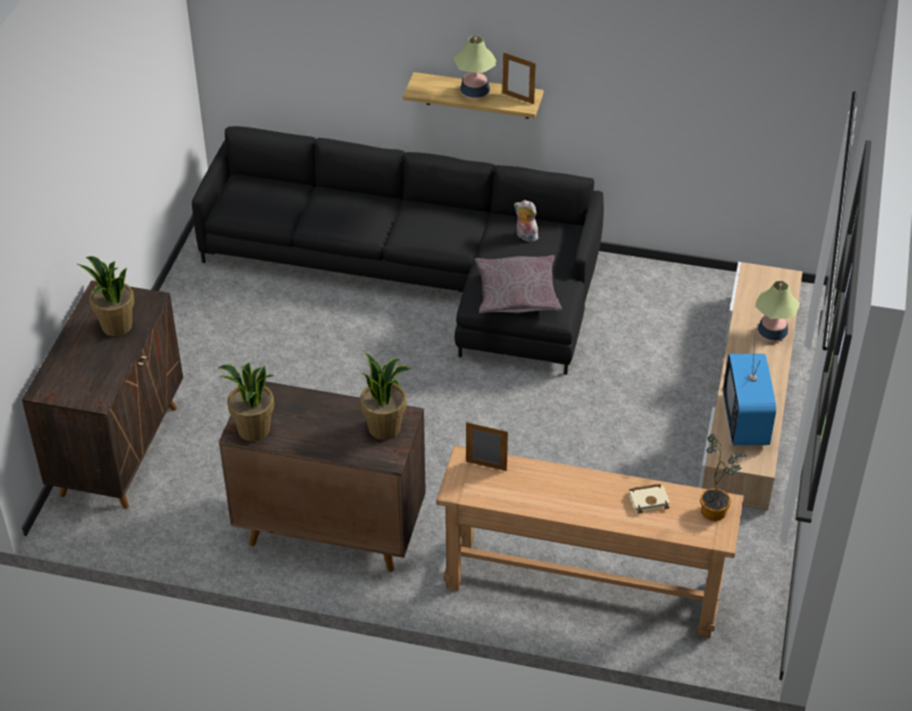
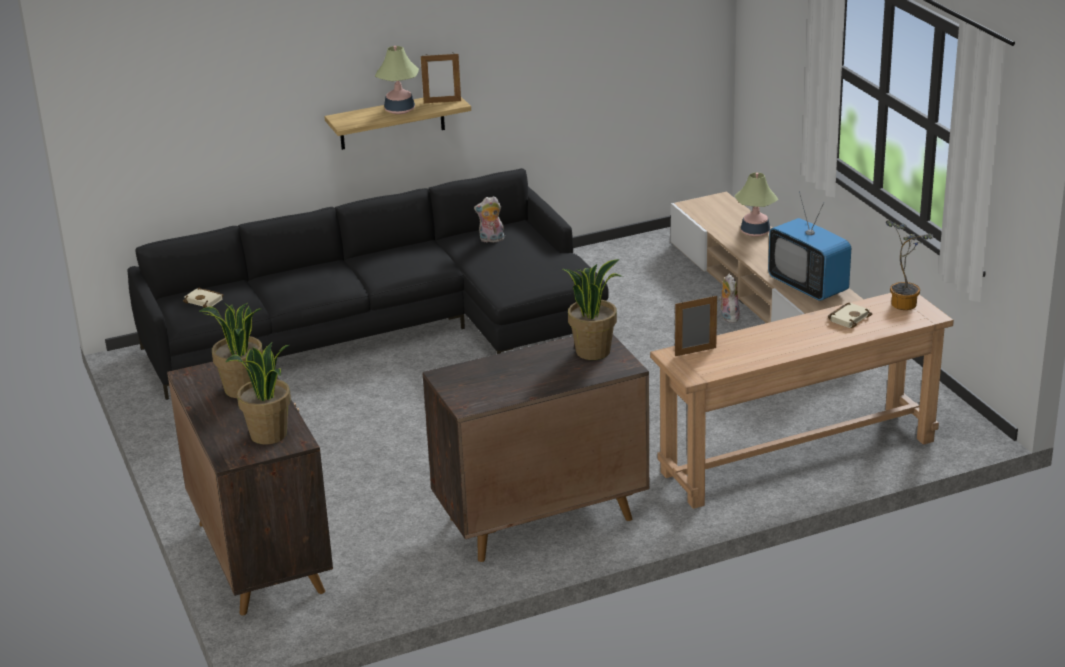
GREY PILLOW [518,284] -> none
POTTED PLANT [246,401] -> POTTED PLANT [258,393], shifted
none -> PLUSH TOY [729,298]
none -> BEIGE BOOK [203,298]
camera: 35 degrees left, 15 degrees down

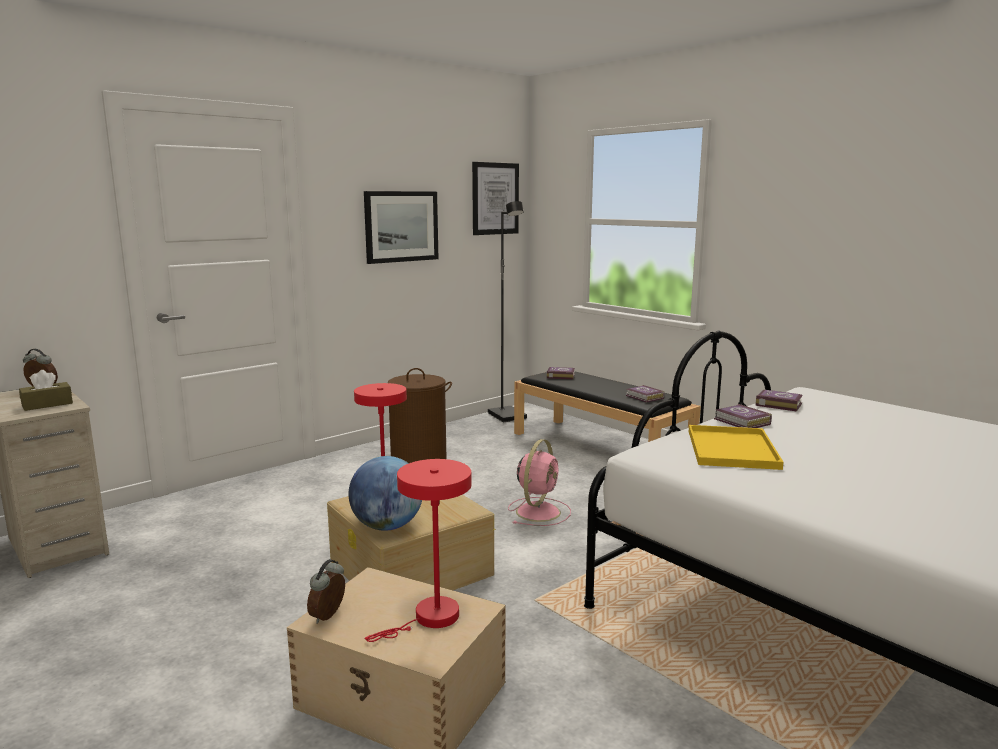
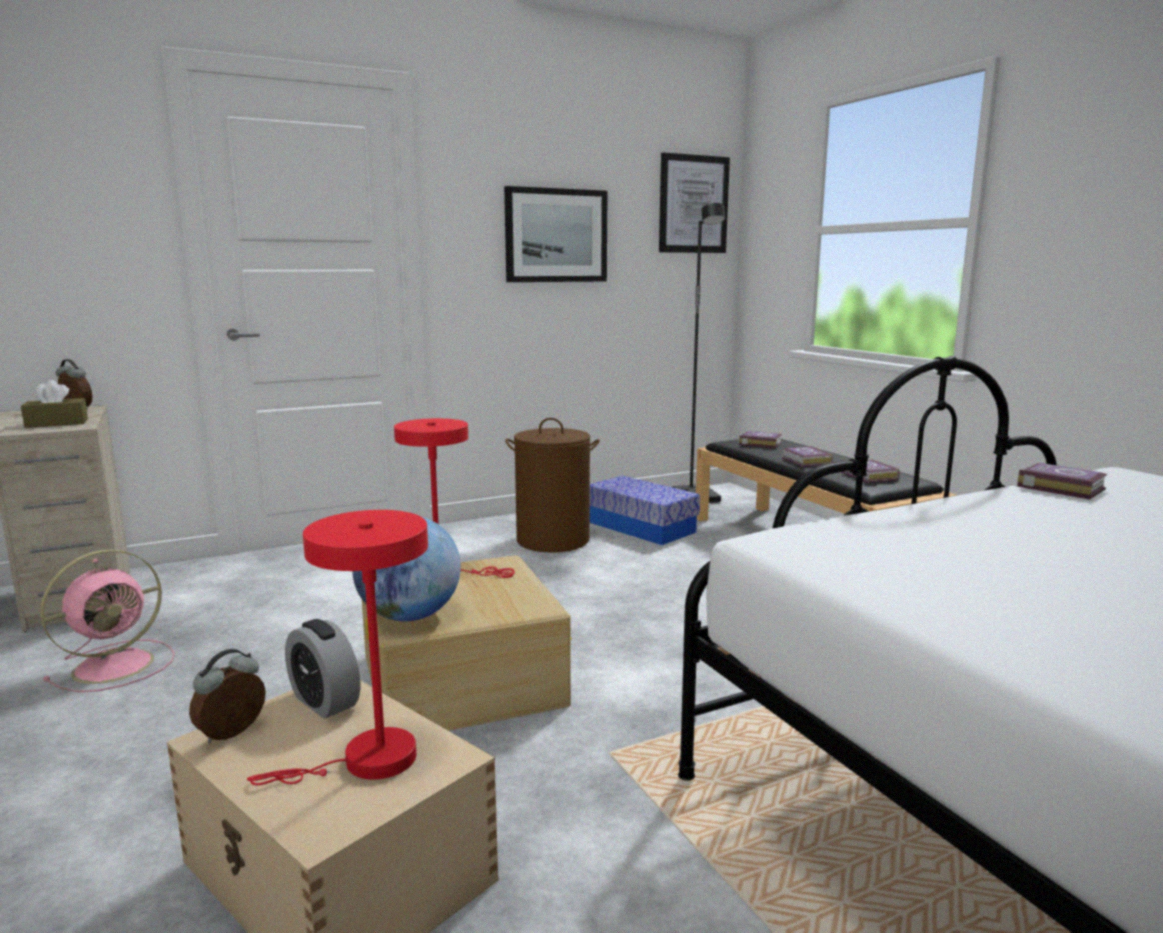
BOOK [743,416] -> BOOK [807,456], shifted
YELLOW TRAY [736,447] -> none
PINK FAN [539,482] -> PINK FAN [107,620], shifted
none -> STORAGE BOX [645,510]
none -> ALARM CLOCK [322,669]
camera: 15 degrees right, 0 degrees up

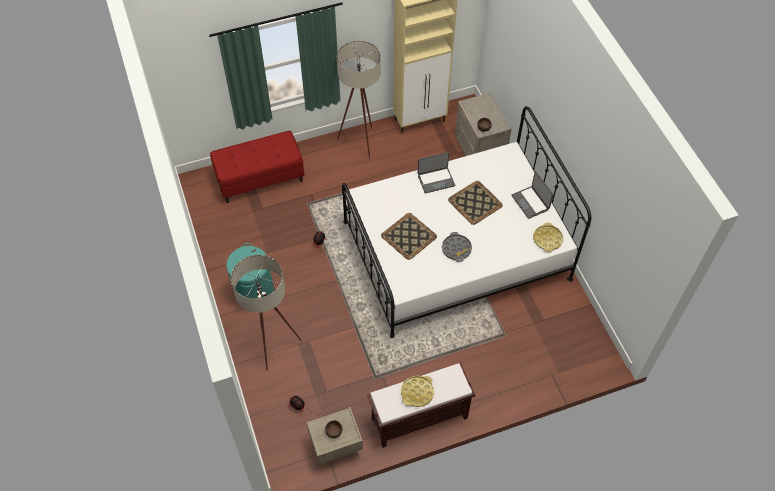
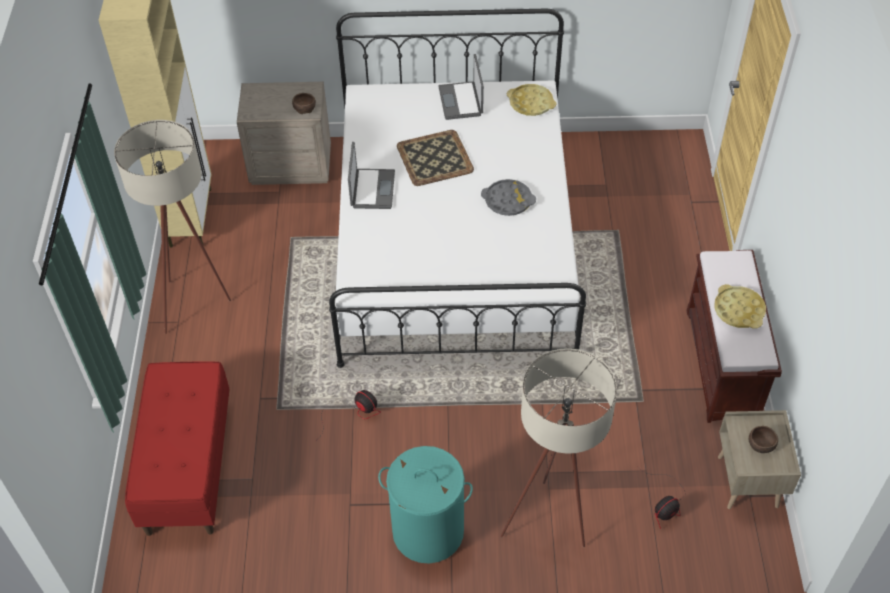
LAPTOP [532,195] -> LAPTOP [461,87], 90 degrees clockwise
TRAY [409,236] -> none
camera: 70 degrees left, 5 degrees down

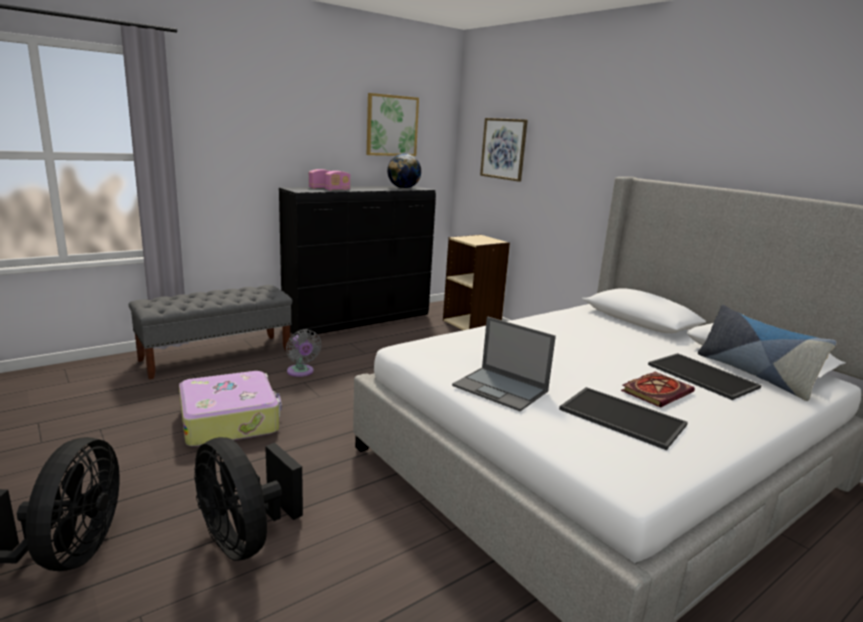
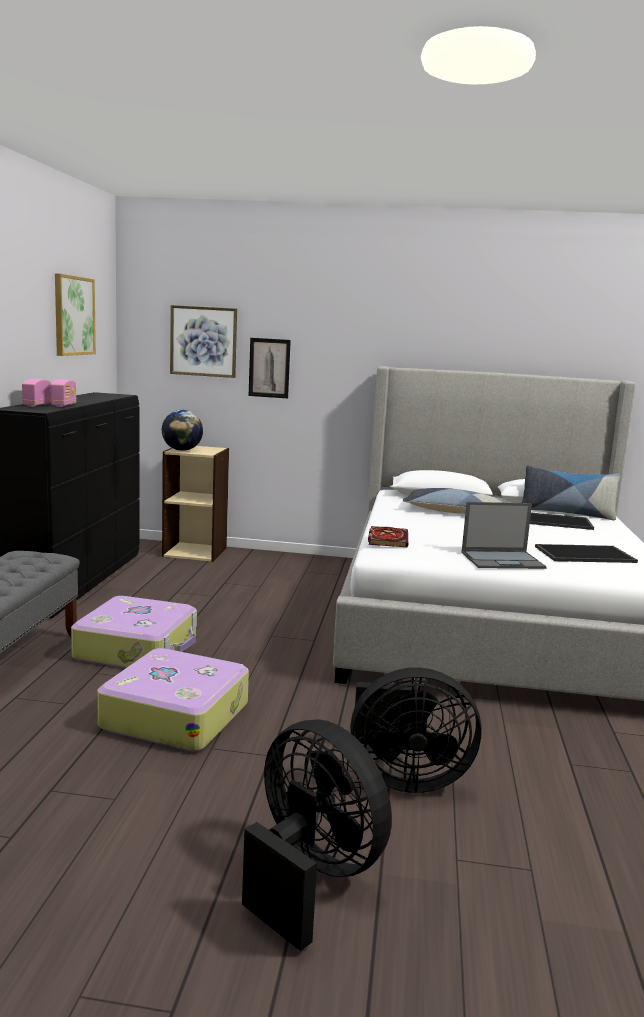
GLOBE [404,171] -> GLOBE [182,430], shifted
GREY FAN [304,353] -> SUITCASE [134,632]
BOOK [658,390] -> BOOK [388,536], shifted
none -> PICTURE [270,368]
none -> PILLOW [452,501]
camera: 45 degrees left, 5 degrees down

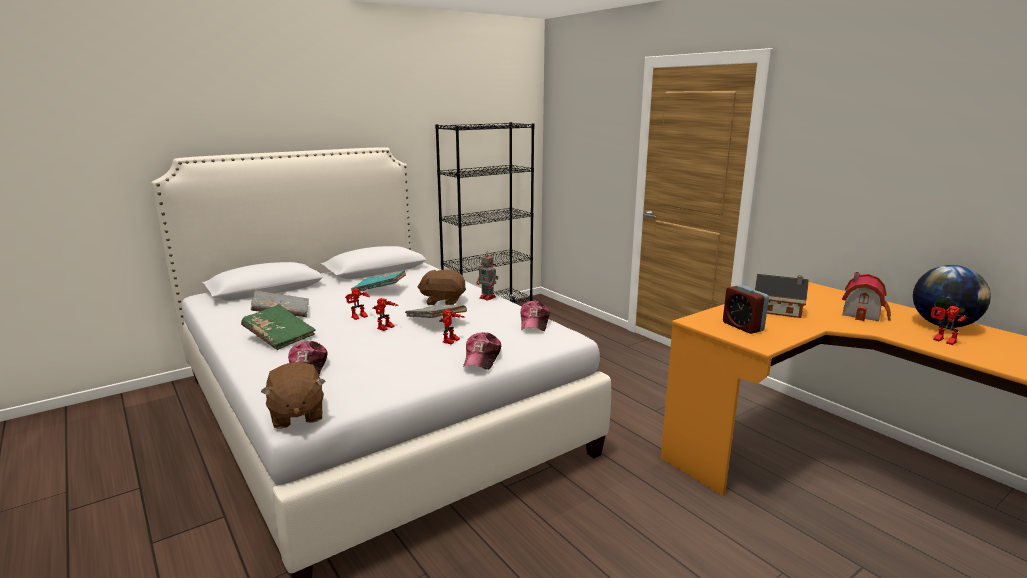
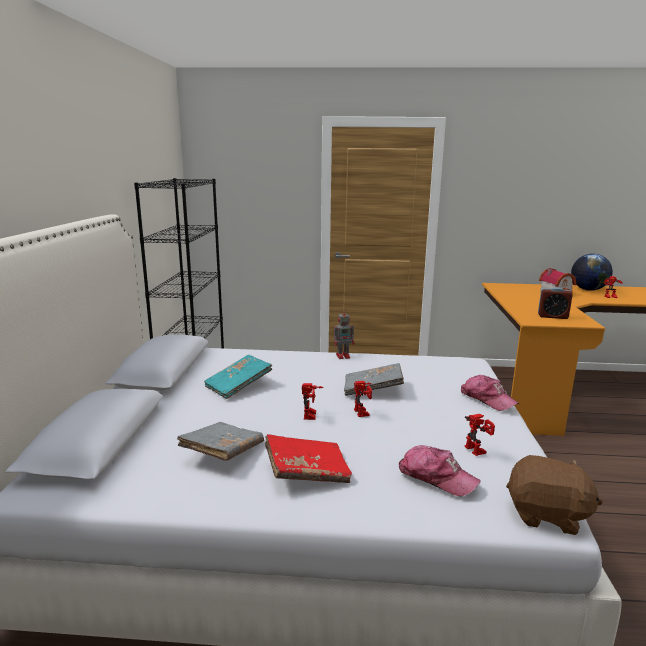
BROWN PLUSH TOY [441,287] -> none
TOY HOUSE [782,296] -> none
CAP [535,316] -> none
GREEN BOOK [278,327] -> RED BOOK [308,458]
TOY ROBOT [452,327] -> TOY ROBOT [480,435], shifted
camera: 50 degrees left, 0 degrees up

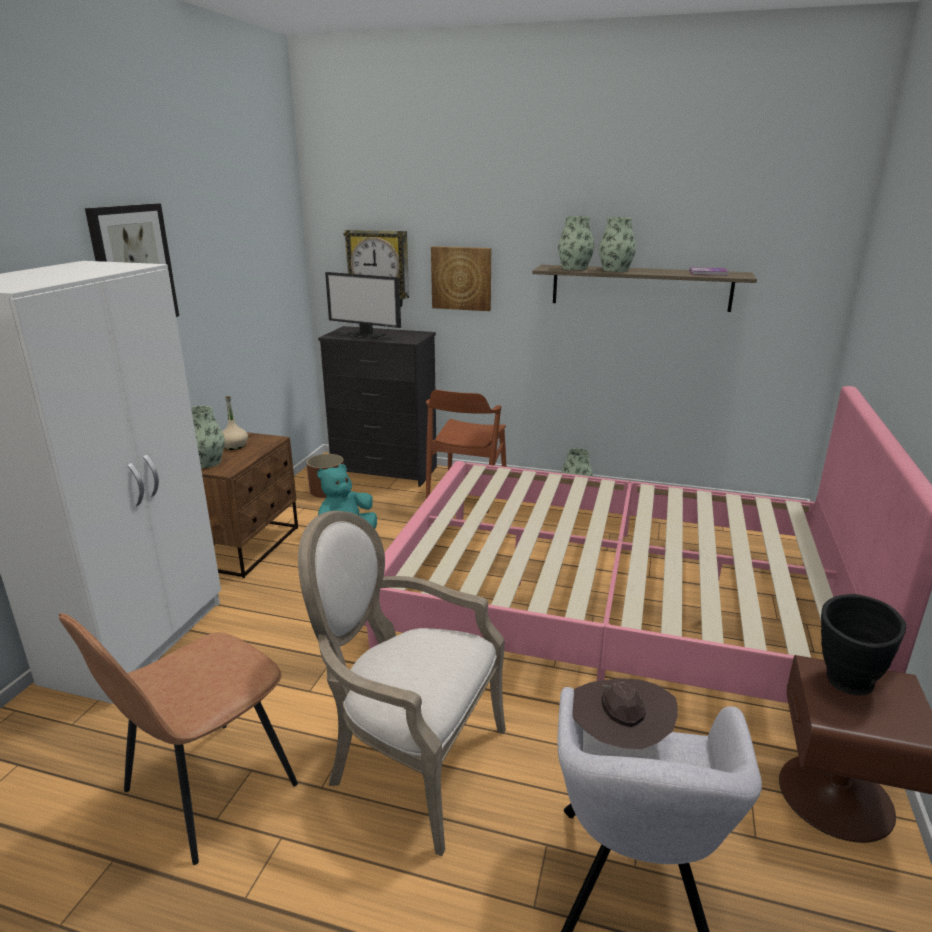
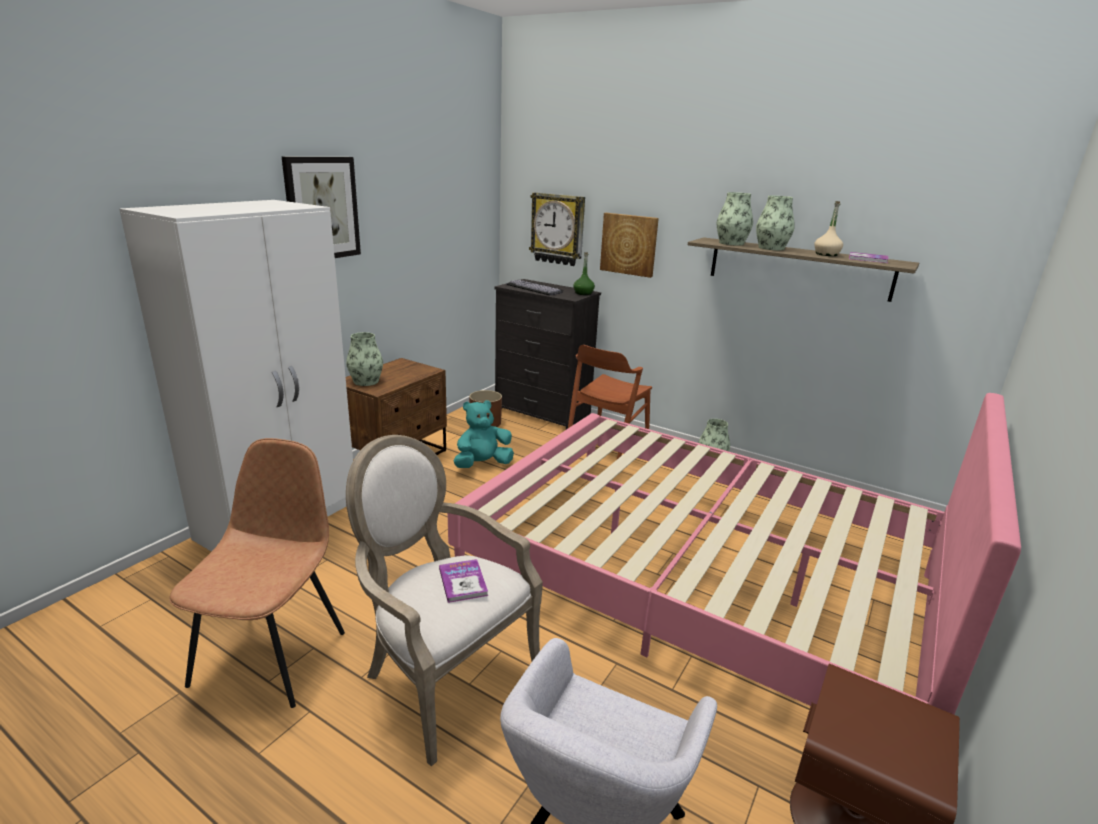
MONITOR [363,305] -> KEYBOARD [534,287]
BEIGE BOTTLE [235,423] -> BEIGE BOTTLE [828,228], shifted
BLACK VASE [863,645] -> none
BROWN CHAIR [178,739] -> BROWN CHAIR [257,573], 135 degrees clockwise
BROWN HAT [625,713] -> none
none -> GREEN BOTTLE [584,273]
none -> BOOK [463,581]
camera: 15 degrees right, 0 degrees up

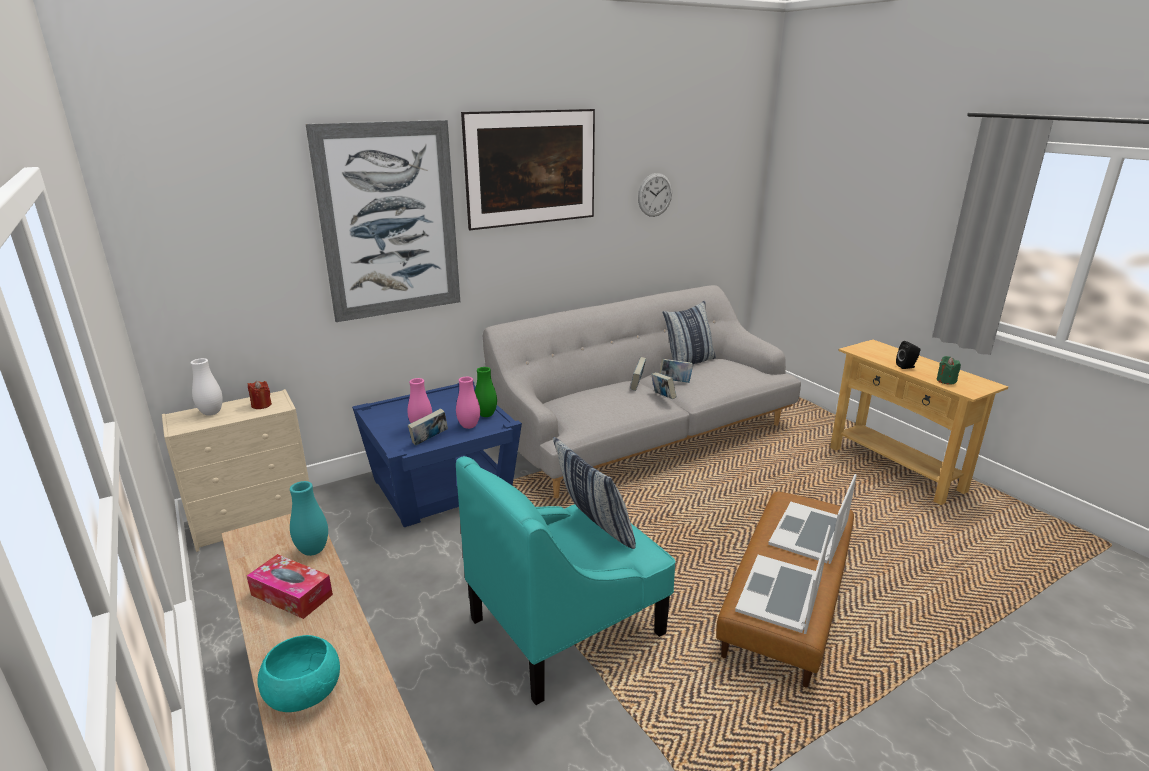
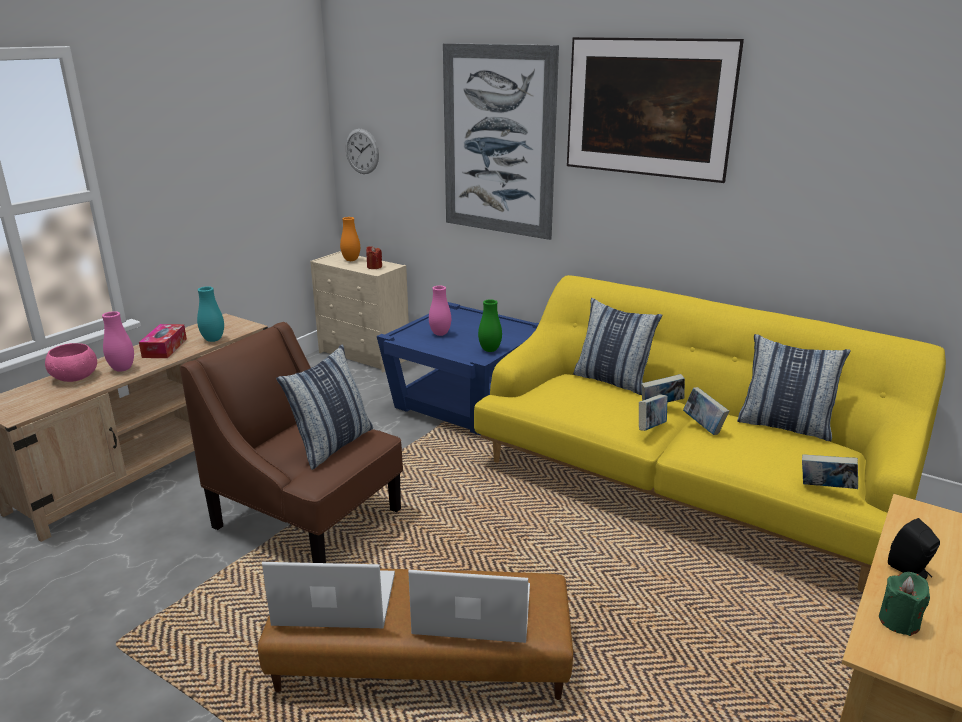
WALL CLOCK [655,195] -> WALL CLOCK [362,151], shifted
GREY SOFA [642,392] -> YELLOW SOFA [710,433]
WHITE VASE [206,387] -> ORANGE VASE [350,239]
PINK VASE [468,403] -> PINK VASE [118,341], shifted
BOOK [428,427] -> BOOK [830,471], shifted
TURQUOISE ARMCHAIR [566,580] -> BROWN ARMCHAIR [291,442]
TURQUOISE BOWL [298,673] -> PINK BOWL [71,362]
none -> PILLOW [617,346]
camera: 65 degrees right, 0 degrees up

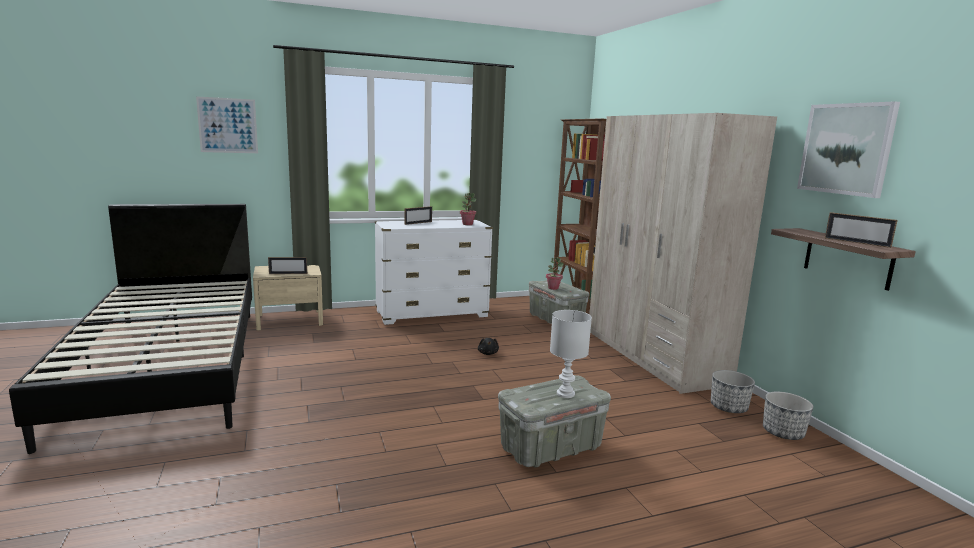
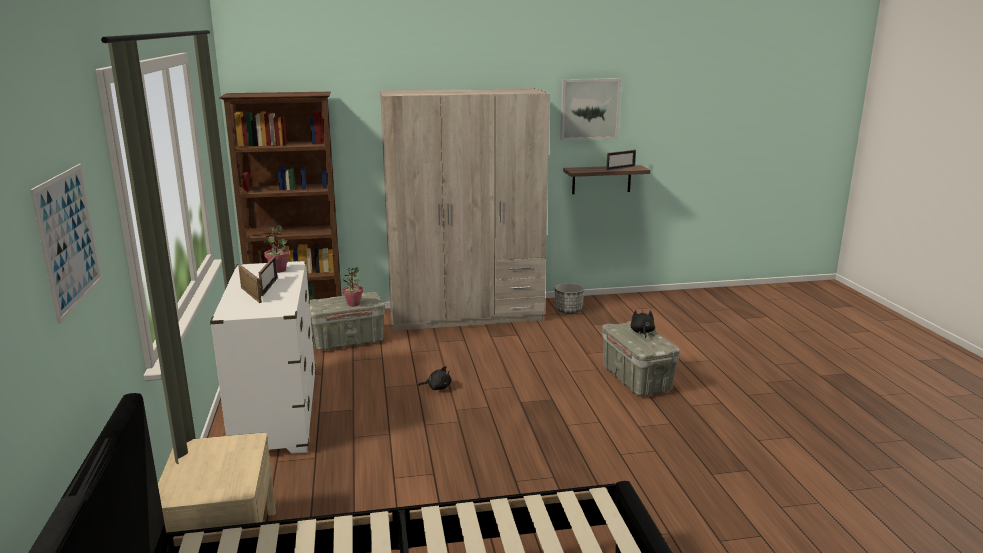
PICTURE FRAME [287,265] -> PICTURE FRAME [268,276], shifted
WHITE TABLE LAMP [571,354] -> BLACK PLUSH TOY [642,324]
PLANTER [788,416] -> none
camera: 80 degrees left, 5 degrees up

